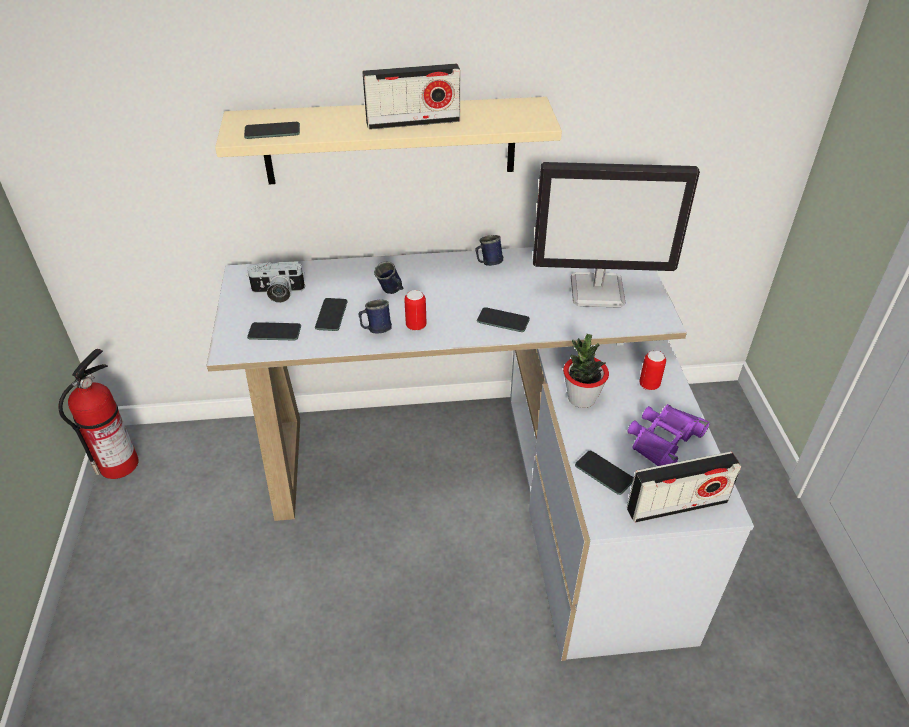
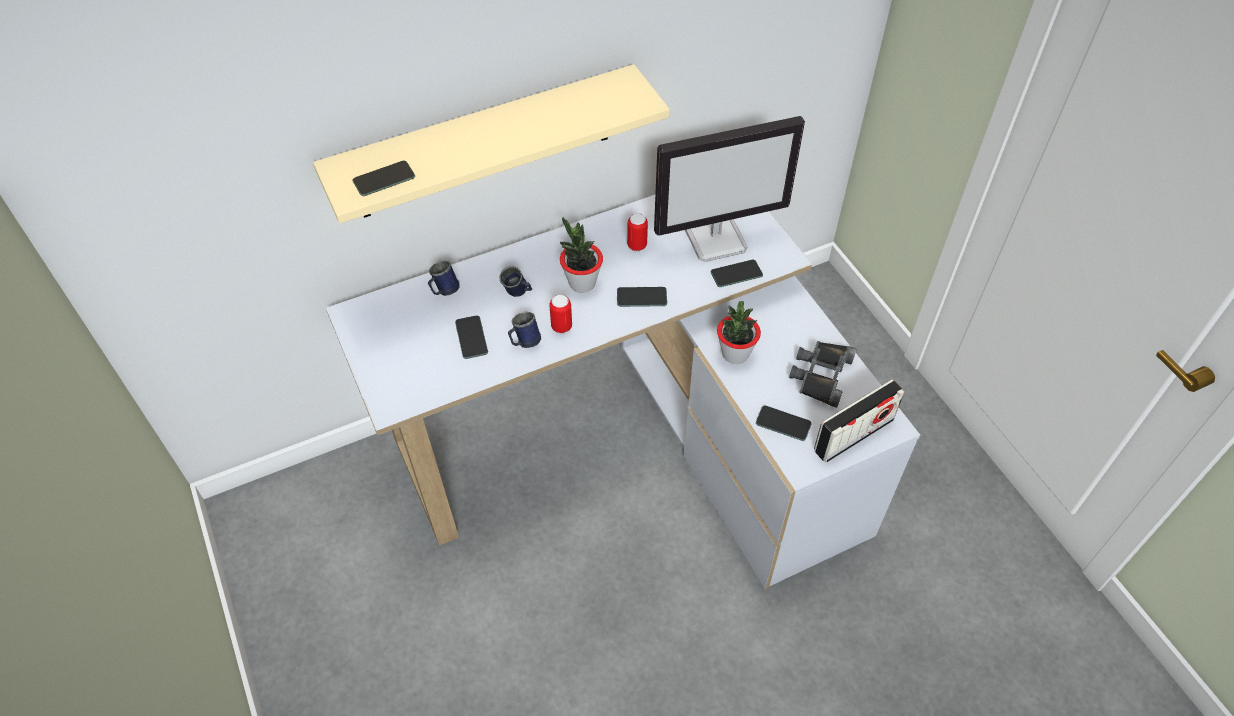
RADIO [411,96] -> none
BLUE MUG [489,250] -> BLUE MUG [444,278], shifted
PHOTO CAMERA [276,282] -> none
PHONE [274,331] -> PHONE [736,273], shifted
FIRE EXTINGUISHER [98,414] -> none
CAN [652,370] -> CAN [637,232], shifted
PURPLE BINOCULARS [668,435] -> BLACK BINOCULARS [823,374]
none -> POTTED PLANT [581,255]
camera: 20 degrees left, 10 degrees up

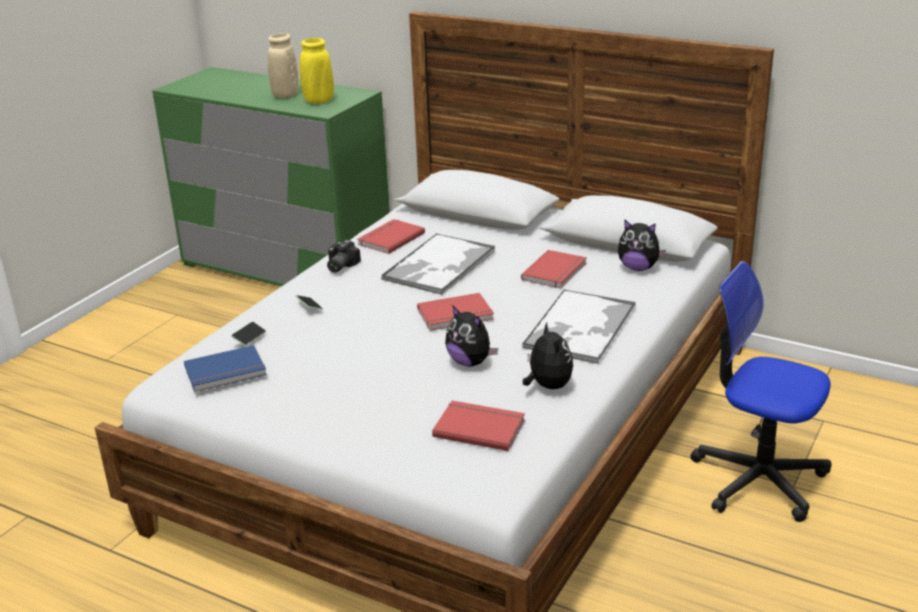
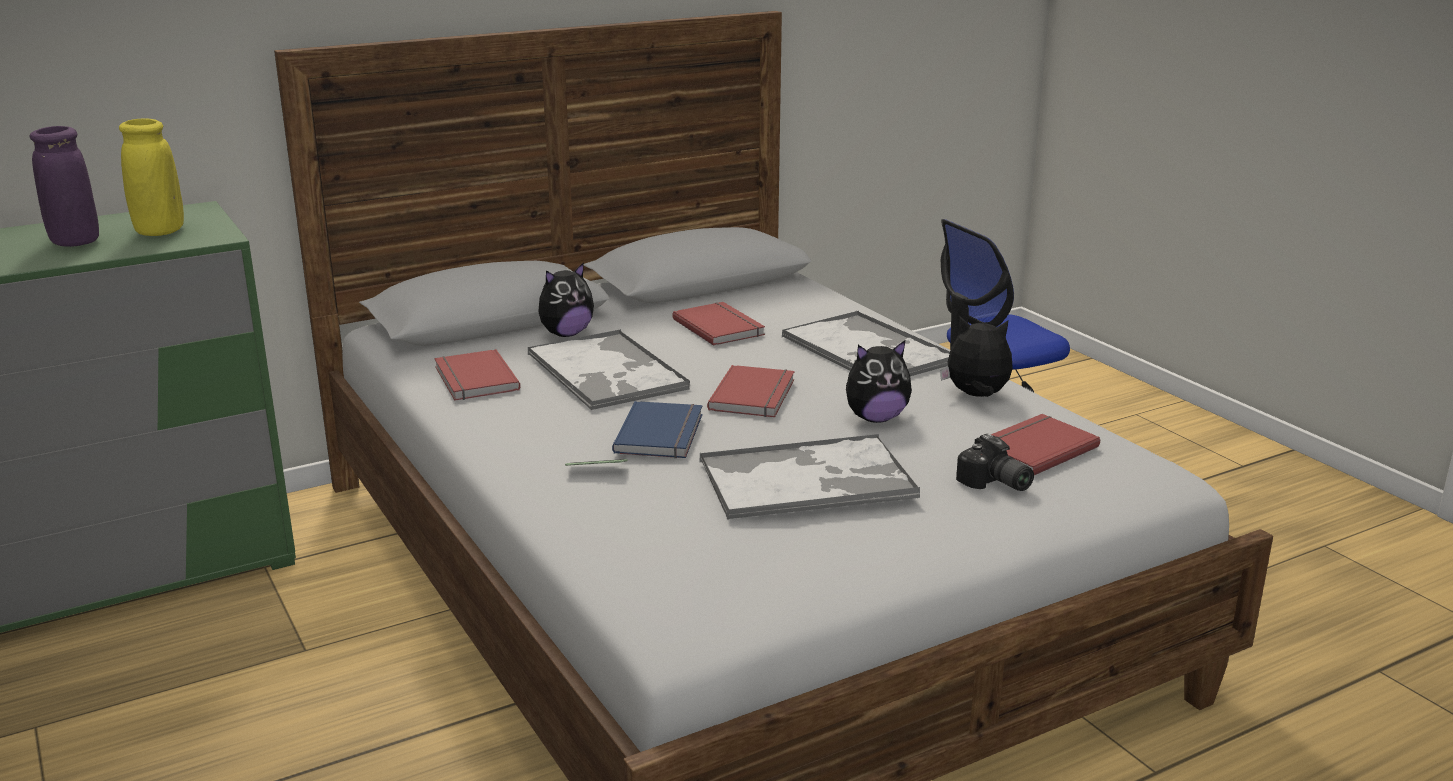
BEIGE VASE [283,65] -> PURPLE VASE [64,186]
PLUSH TOY [642,245] -> PLUSH TOY [566,299], shifted
PHOTO CAMERA [344,256] -> PHOTO CAMERA [995,462], shifted
PHONE [248,333] -> none
BLUE BOOK [225,368] -> BLUE BOOK [657,429], shifted
none -> TRAY [810,476]
camera: 60 degrees left, 5 degrees down

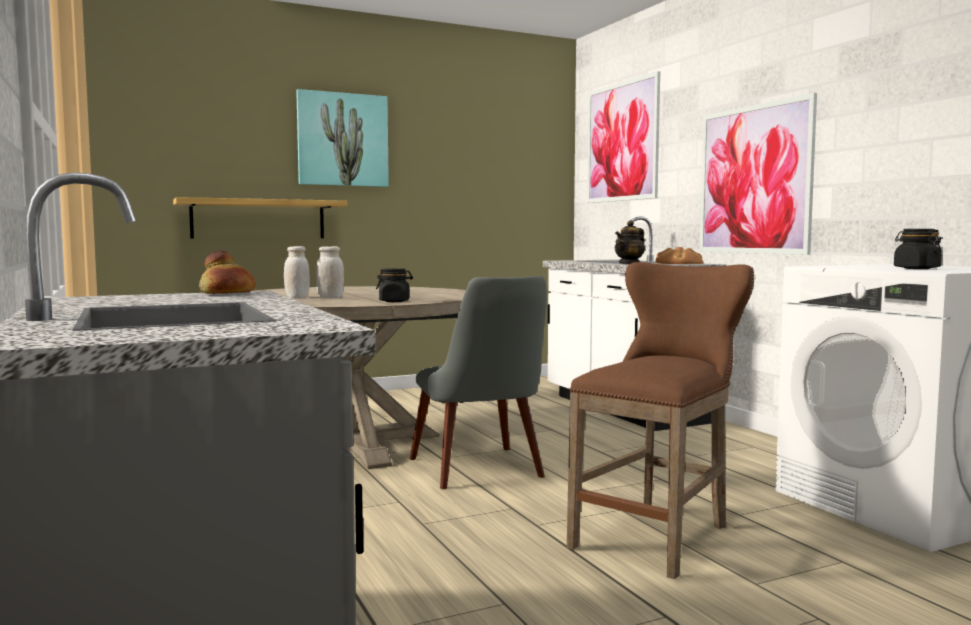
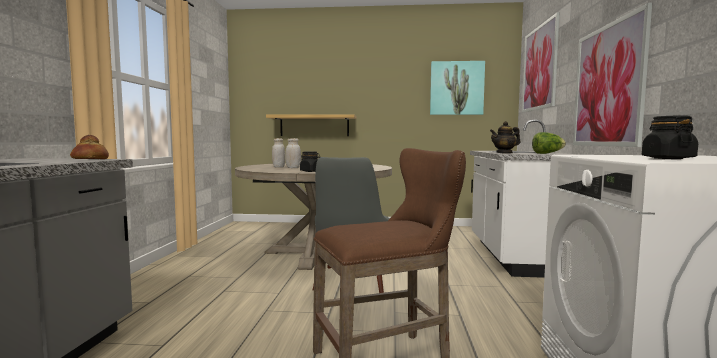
PICTURE [342,138] -> PICTURE [457,88], shifted
BREAD [679,255] -> LETTUCE [549,143]
camera: 30 degrees right, 0 degrees up

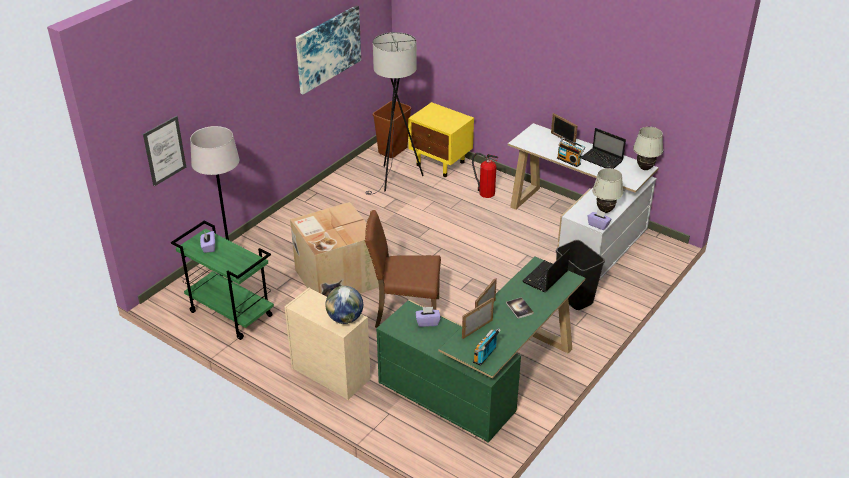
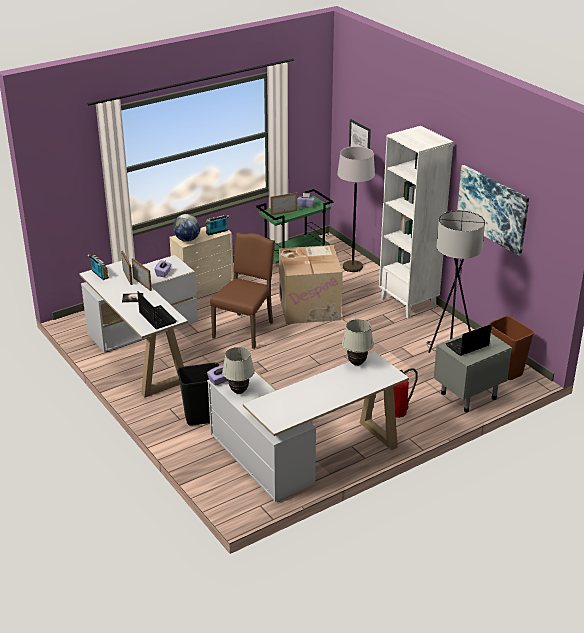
YELLOW NIGHTSTAND [441,139] -> GREY NIGHTSTAND [473,369]
PICTURE FRAME [564,129] -> PICTURE FRAME [283,203], shifted
WHITE TABLE LAMP [648,148] -> WHITE TABLE LAMP [358,342], shifted
LAPTOP [603,148] -> LAPTOP [469,340], shifted
RADIO [571,152] -> RADIO [217,225], shifted
GREEN DESK [480,350] -> WHITE DESK [138,326]
none -> WHITE BOOKCASE [416,222]
camera: 110 degrees right, 5 degrees down

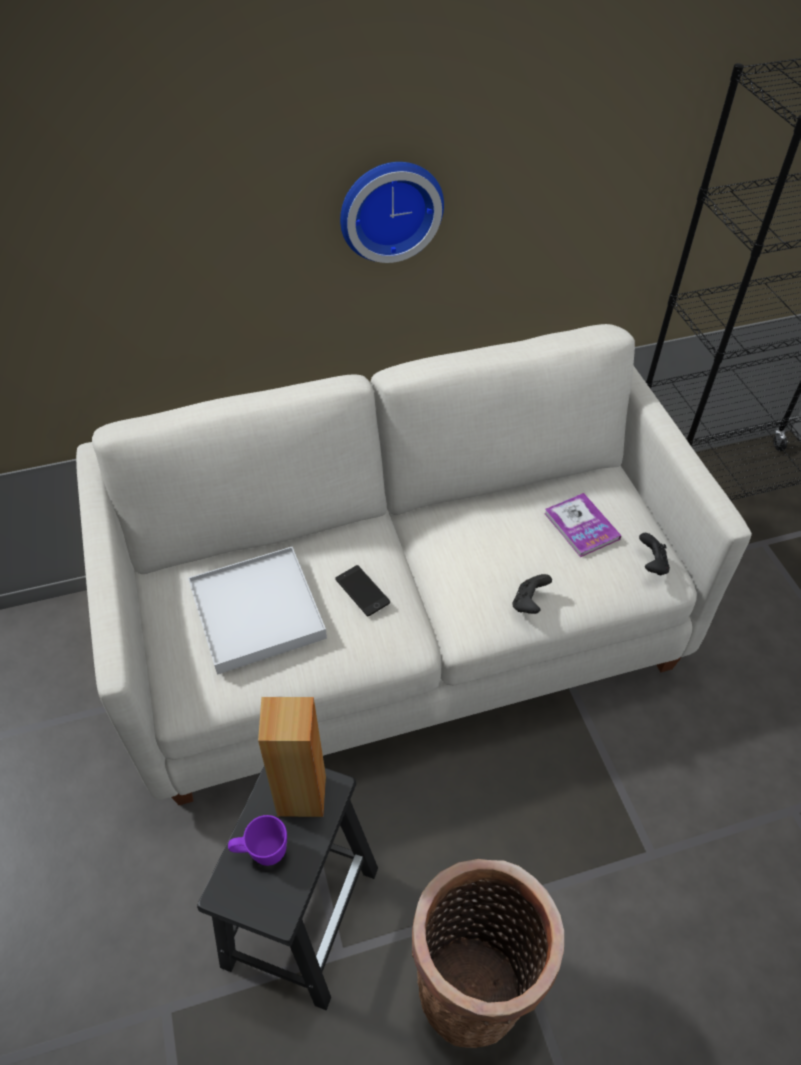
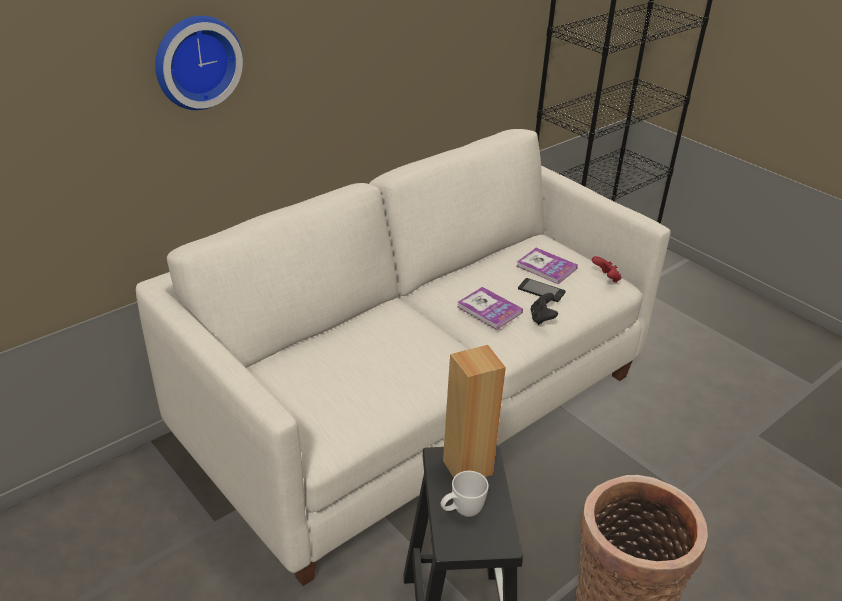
WALL CLOCK [392,212] -> WALL CLOCK [199,63], shifted
BLACK GAME CONTROLLER [654,554] -> RED GAME CONTROLLER [607,269]
WHITE TRAY [257,610] -> none
PHONE [362,590] -> PHONE [542,290], shifted
PURPLE MUG [257,840] -> WHITE MUG [465,494]
none -> BOOK [490,308]
camera: 25 degrees left, 15 degrees down

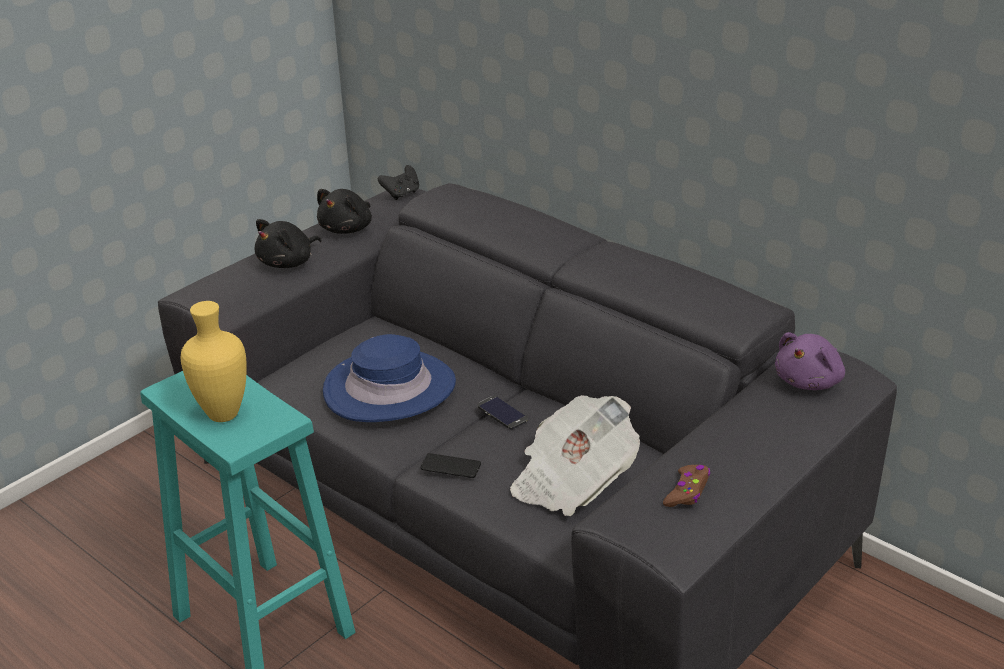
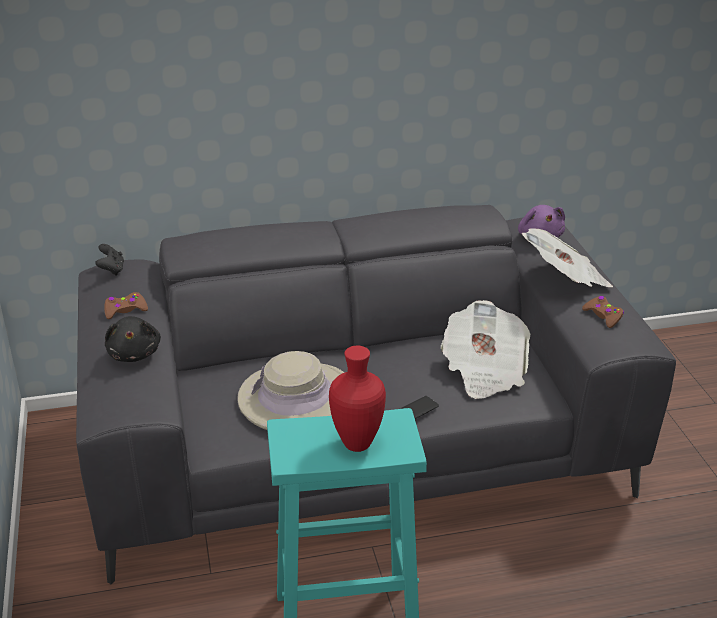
BLACK PLUSH TOY [344,211] -> BROWN GAME CONTROLLER [126,305]
YELLOW VASE [213,361] -> RED VASE [357,399]
BLUE HAT [389,378] -> BEIGE HAT [290,390]
PHONE [503,412] -> none
none -> NEWSPAPER [567,257]
camera: 55 degrees left, 0 degrees up

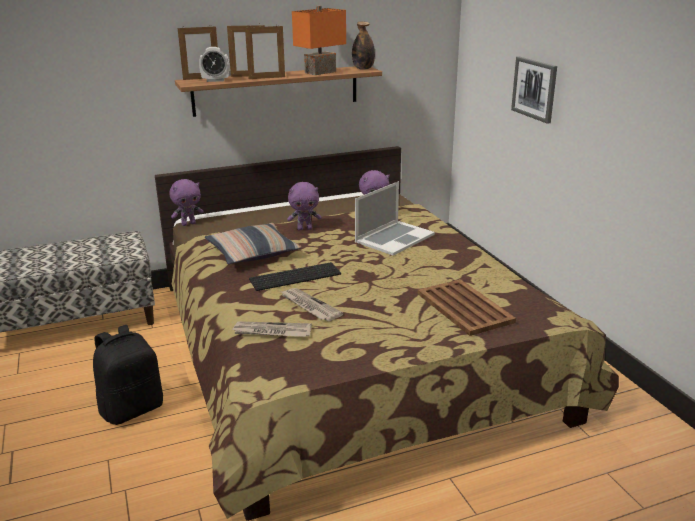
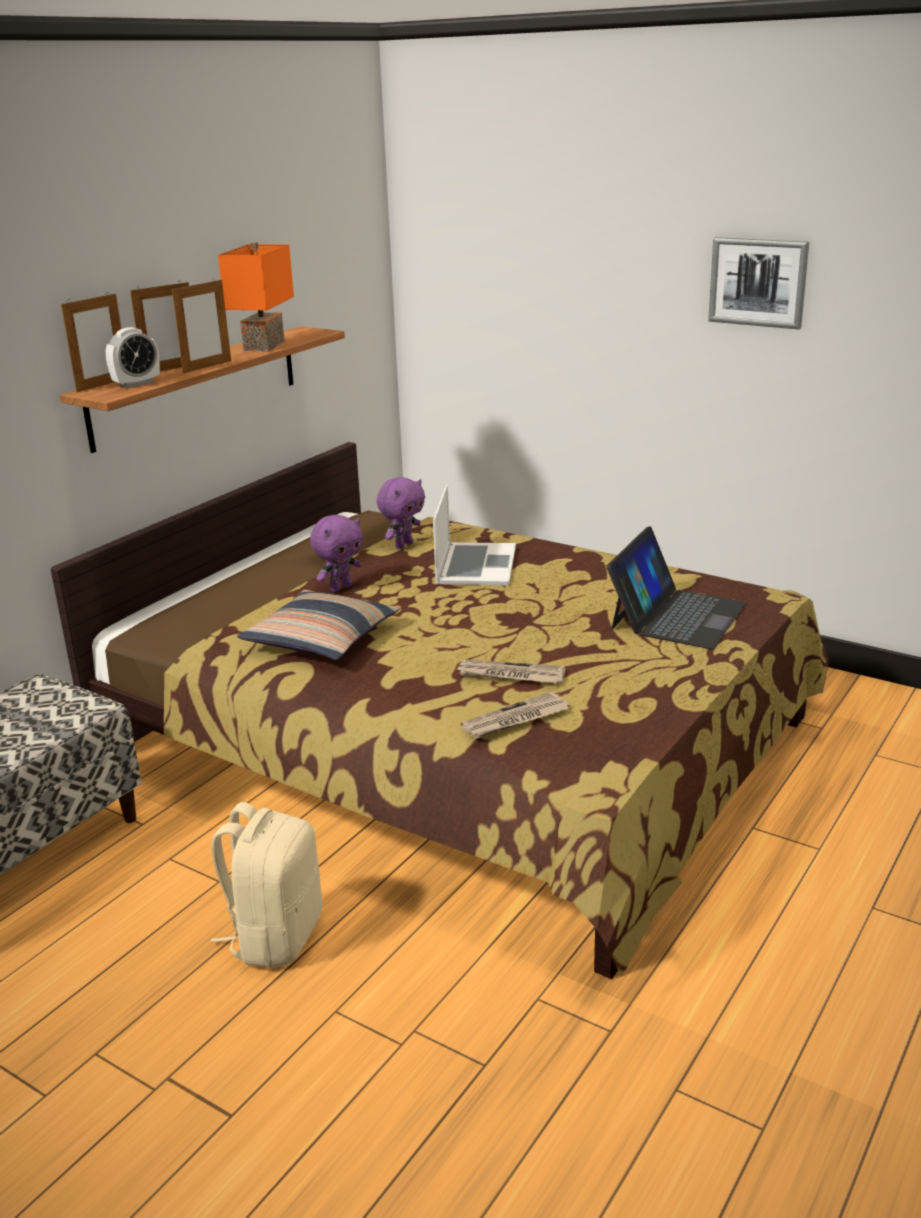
BOTTLE [363,46] -> none
PICTURE [534,90] -> PICTURE [758,283], shifted
PURPLE PLUSH TOY [186,202] -> none
KEYBOARD [295,276] -> none
BROWN TRAY [467,307] -> LAPTOP [676,587]
BLACK BACKPACK [128,375] -> BEIGE BACKPACK [266,885]
camera: 35 degrees left, 0 degrees up

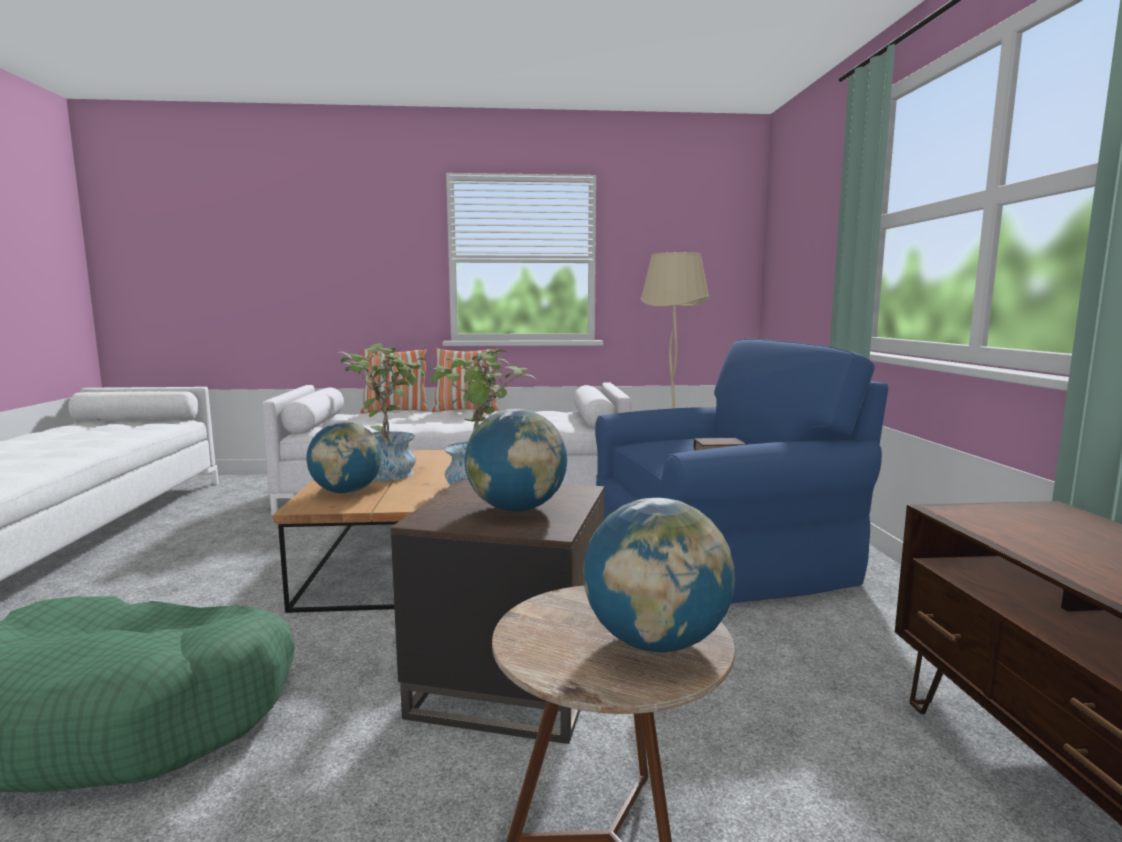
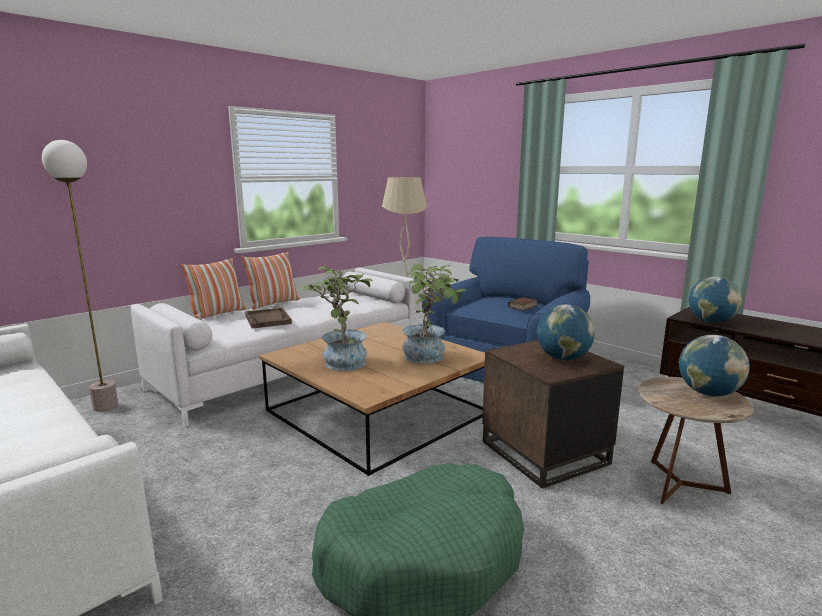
GLOBE [344,458] -> GLOBE [715,300], shifted
none -> FLOOR LAMP [80,276]
none -> BROWN TRAY [268,318]
camera: 40 degrees left, 5 degrees up

